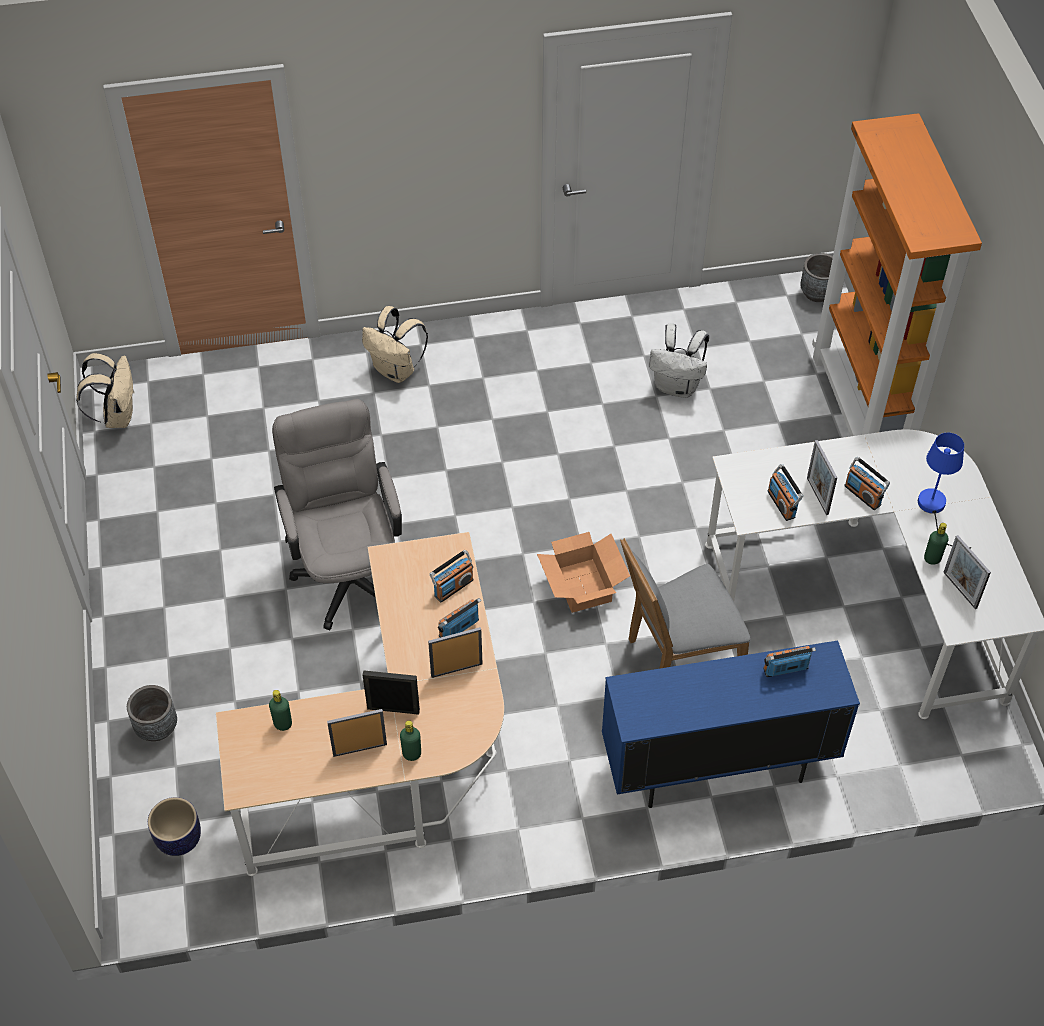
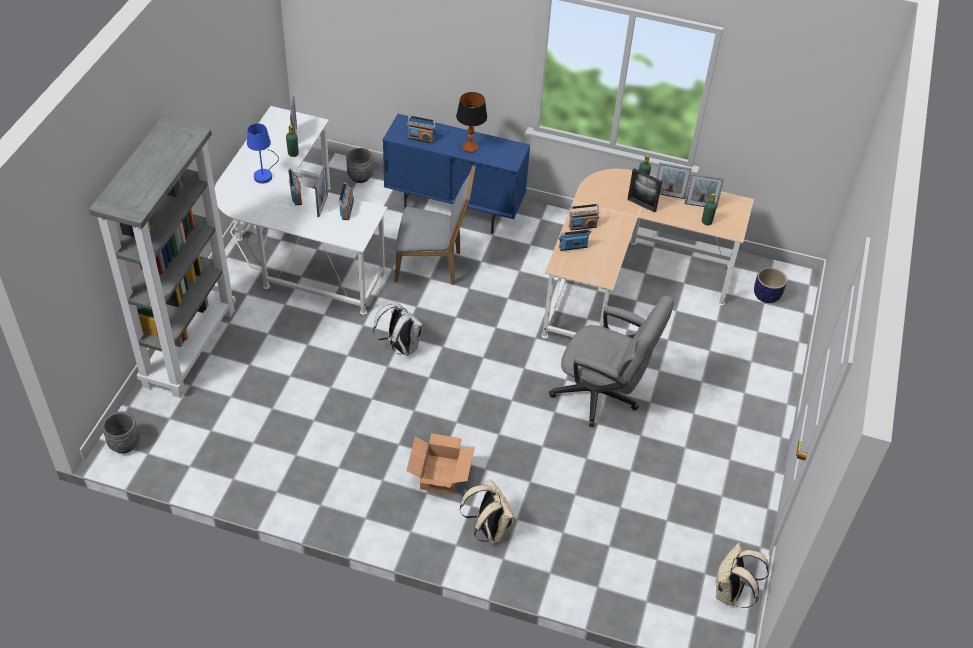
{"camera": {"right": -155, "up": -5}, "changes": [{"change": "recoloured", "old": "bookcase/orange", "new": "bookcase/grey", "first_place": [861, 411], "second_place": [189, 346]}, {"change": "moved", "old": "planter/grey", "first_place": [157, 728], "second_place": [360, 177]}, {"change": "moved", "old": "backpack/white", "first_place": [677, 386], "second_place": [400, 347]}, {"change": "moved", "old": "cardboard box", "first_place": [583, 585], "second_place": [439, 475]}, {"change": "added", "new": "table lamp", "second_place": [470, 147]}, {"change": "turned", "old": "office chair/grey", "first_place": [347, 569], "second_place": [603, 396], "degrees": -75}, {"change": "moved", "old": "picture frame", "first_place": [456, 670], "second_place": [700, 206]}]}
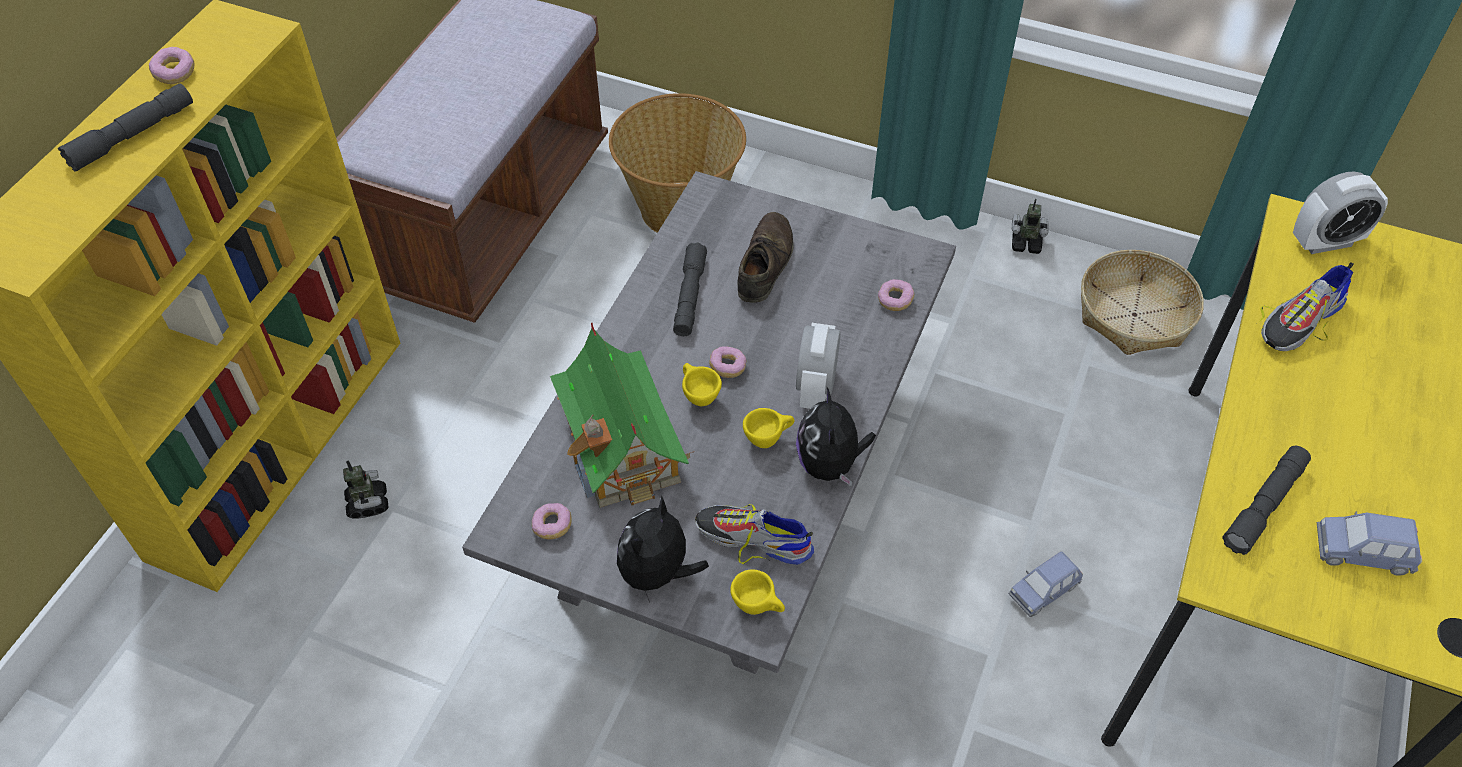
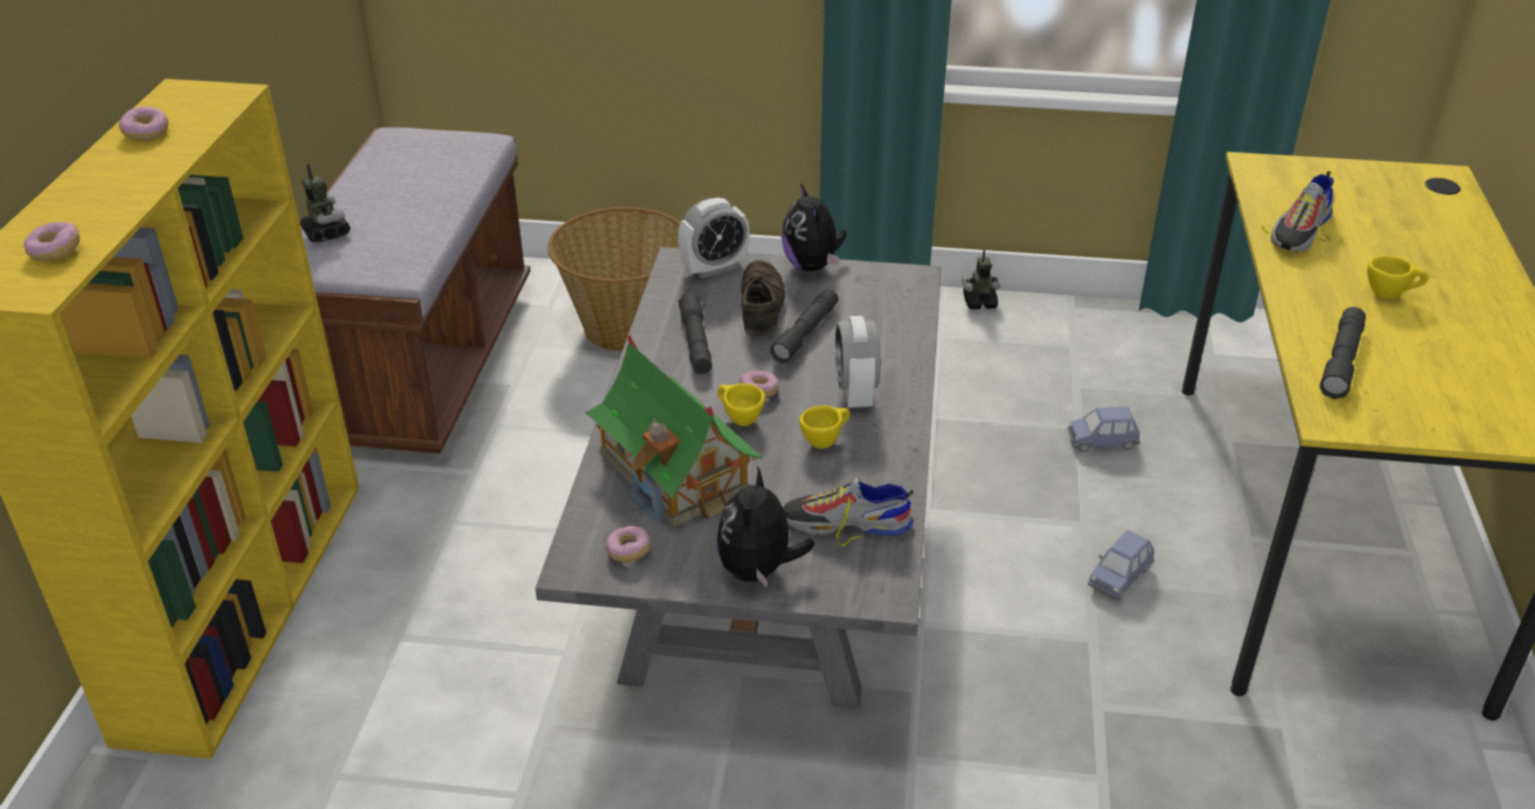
{"camera": {"right": -15, "up": -15}, "changes": [{"change": "moved", "old": "donut", "first_place": [895, 300], "second_place": [55, 252]}, {"change": "moved", "old": "toy robot", "first_place": [368, 504], "second_place": [326, 233]}, {"change": "moved", "old": "alarm clock", "first_place": [1325, 242], "second_place": [714, 268]}, {"change": "moved", "old": "flashlight/grey", "first_place": [132, 136], "second_place": [805, 333]}, {"change": "moved", "old": "plush toy", "first_place": [830, 465], "second_place": [812, 266]}, {"change": "moved", "old": "toy car/blue", "first_place": [1361, 553], "second_place": [1102, 442]}, {"change": "moved", "old": "cup/yellow", "first_place": [758, 606], "second_place": [1390, 295]}, {"change": "removed", "old": "basket", "first_place": [1135, 314]}]}
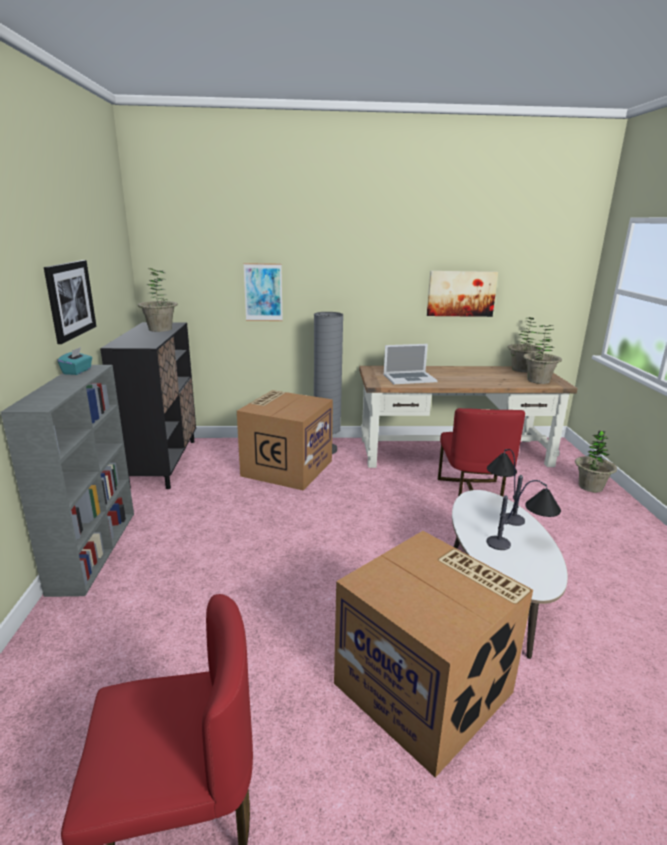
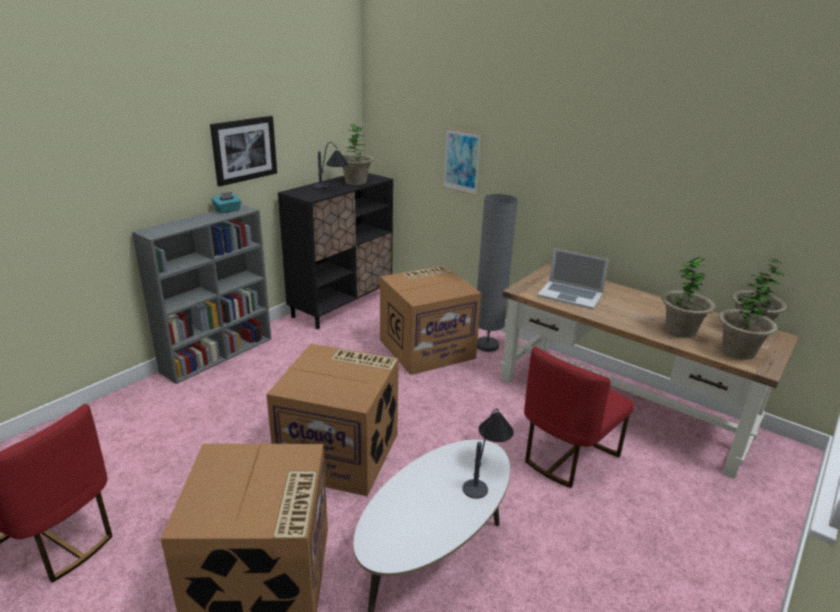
{"camera": {"right": 40, "up": 5}, "changes": [{"change": "added", "new": "cardboard box", "second_place": [341, 453]}, {"change": "moved", "old": "table lamp", "first_place": [522, 543], "second_place": [331, 189]}, {"change": "moved", "old": "potted plant", "first_place": [590, 487], "second_place": [680, 330]}, {"change": "removed", "old": "picture", "first_place": [461, 293]}]}
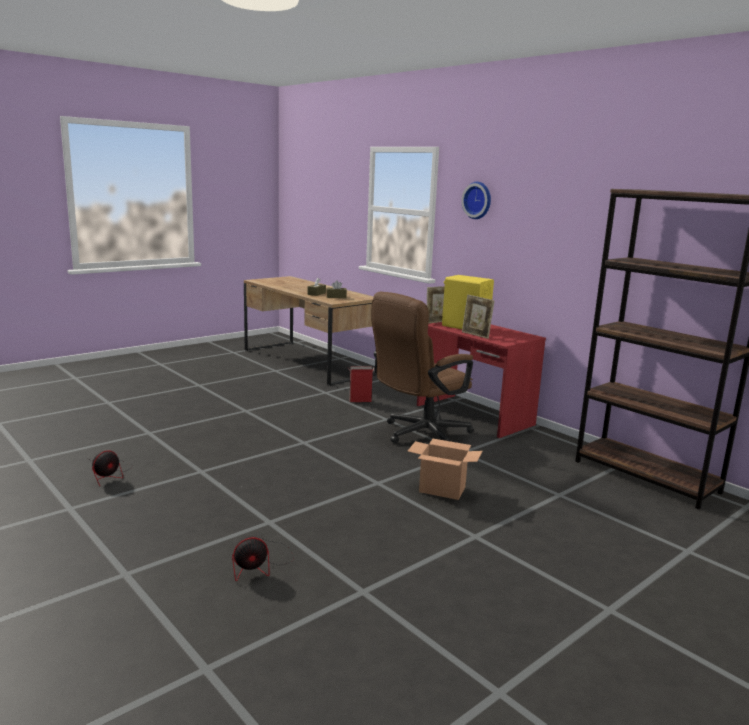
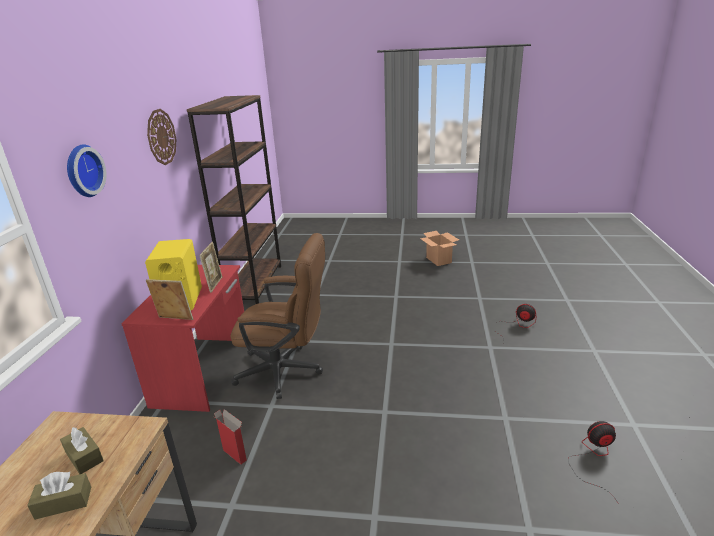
{"camera": {"right": -130, "up": 10}, "changes": [{"change": "added", "new": "wall clock", "second_place": [161, 137]}, {"change": "moved", "old": "cardboard box", "first_place": [441, 489], "second_place": [439, 260]}]}
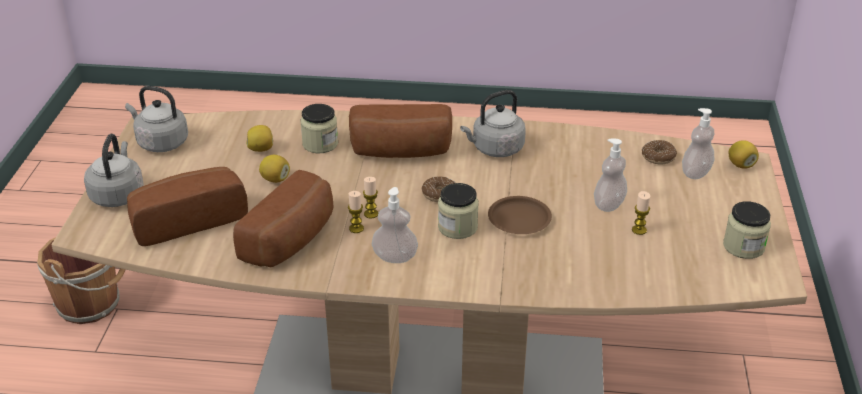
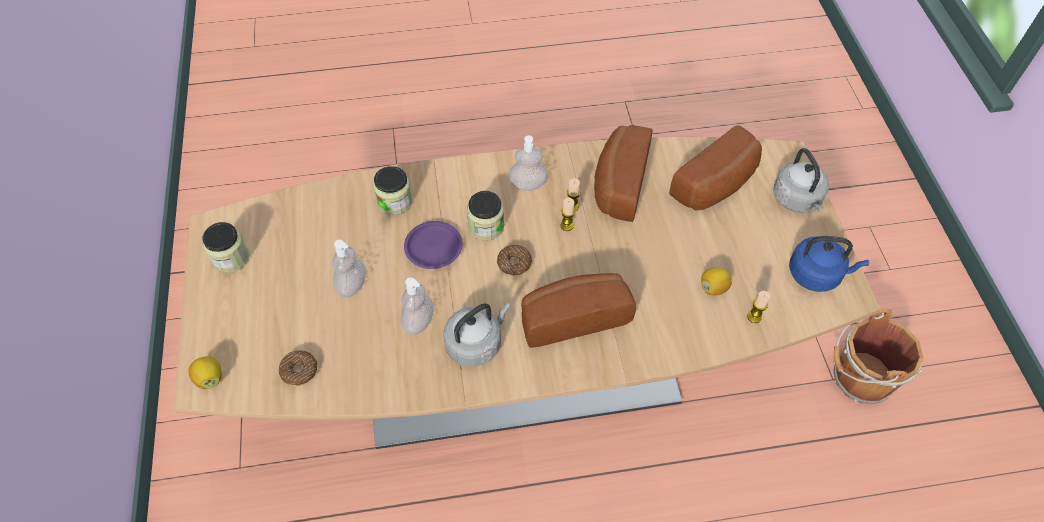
{"camera": {"right": 165, "up": 20}, "changes": [{"change": "moved", "old": "jar", "first_place": [320, 144], "second_place": [395, 202]}, {"change": "moved", "old": "soap dispenser", "first_place": [695, 173], "second_place": [418, 321]}, {"change": "recoloured", "old": "plate/brown", "new": "plate/purple", "first_place": [519, 219], "second_place": [434, 248]}, {"change": "moved", "old": "candle", "first_place": [639, 230], "second_place": [754, 317]}, {"change": "recoloured", "old": "kettle/grey", "new": "kettle/blue", "first_place": [160, 142], "second_place": [817, 274]}, {"change": "removed", "old": "lemon", "first_place": [275, 179]}]}
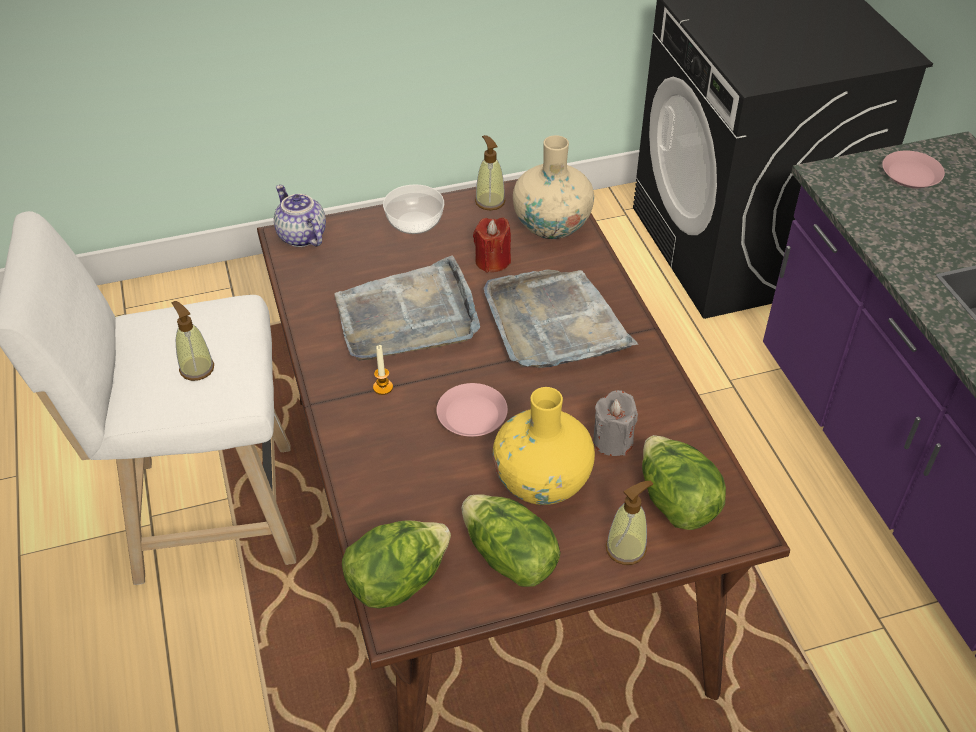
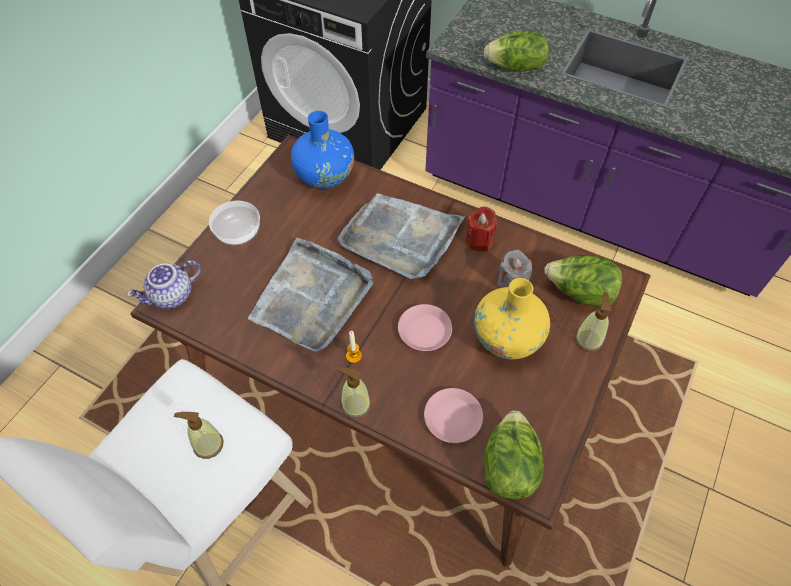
{"camera": {"right": -45, "up": 10}, "changes": [{"change": "turned", "old": "teapot", "first_place": [300, 236], "second_place": [172, 296], "degrees": -45}, {"change": "recoloured", "old": "vase/beige", "new": "vase/blue", "first_place": [552, 225], "second_place": [325, 176]}, {"change": "moved", "old": "soap dispenser", "first_place": [490, 201], "second_place": [355, 405]}, {"change": "moved", "old": "plate/pink", "first_place": [911, 175], "second_place": [453, 418]}, {"change": "moved", "old": "candle/red", "first_place": [492, 261], "second_place": [479, 240]}, {"change": "moved", "old": "lettuce", "first_place": [508, 558], "second_place": [516, 67]}]}
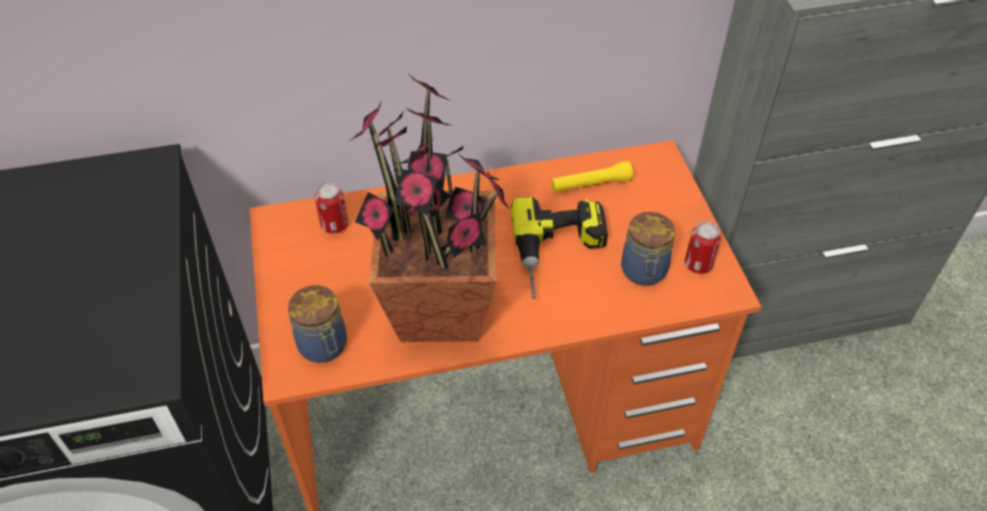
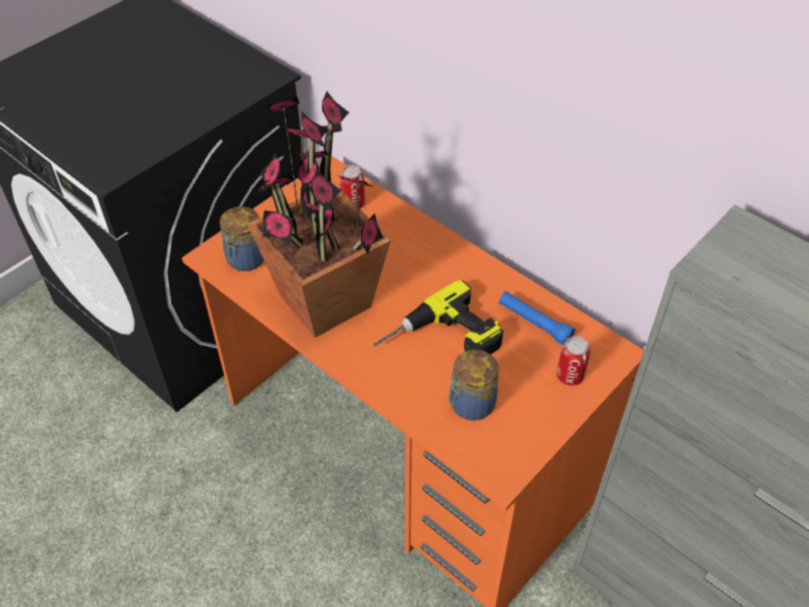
{"camera": {"right": 55, "up": 0}, "changes": [{"change": "recoloured", "old": "flashlight/yellow", "new": "flashlight/blue", "first_place": [590, 184], "second_place": [534, 323]}, {"change": "moved", "old": "can", "first_place": [698, 264], "second_place": [570, 376]}]}
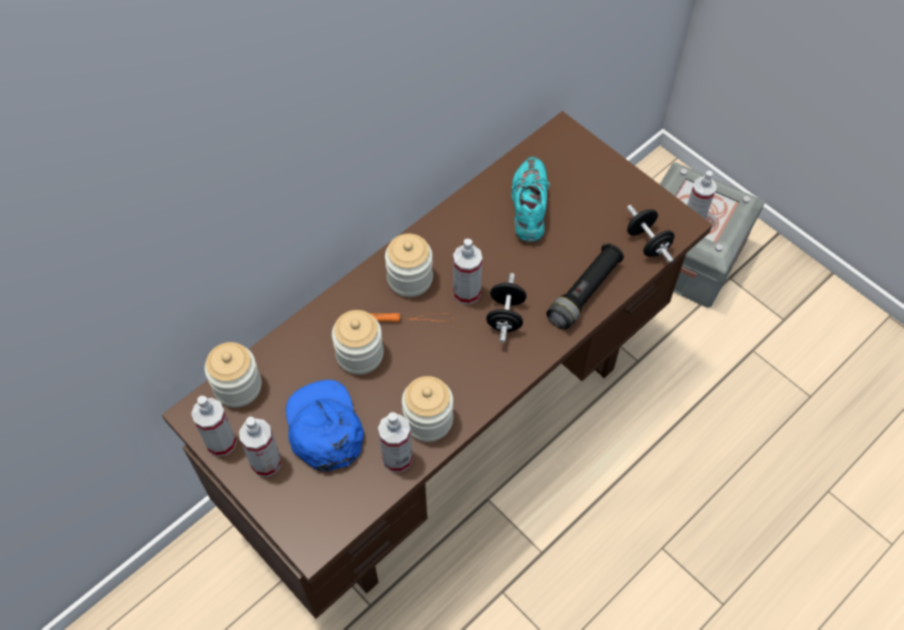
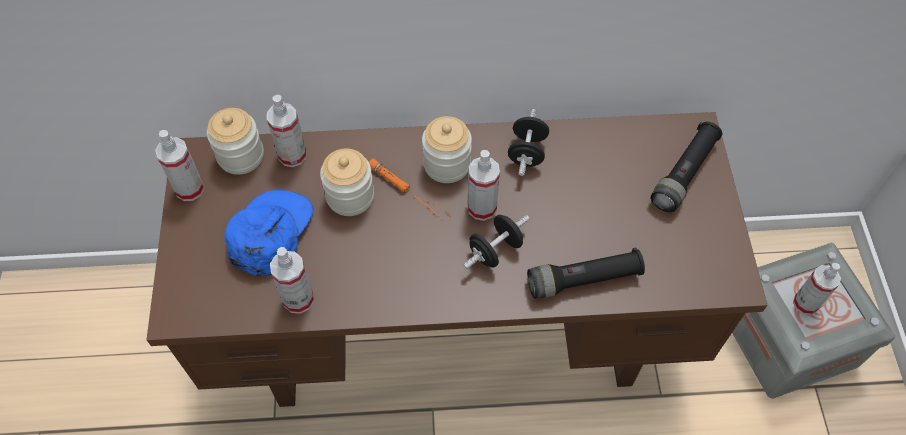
{"camera": {"right": 40, "up": 0}, "changes": [{"change": "moved", "old": "spray bottle", "first_place": [266, 462], "second_place": [292, 155]}, {"change": "moved", "old": "dumbbell/black", "first_place": [647, 243], "second_place": [527, 152]}, {"change": "added", "new": "flashlight/black", "second_place": [684, 173]}, {"change": "removed", "old": "jar", "first_place": [428, 420]}, {"change": "removed", "old": "shoe/turquoise", "first_place": [529, 206]}]}
